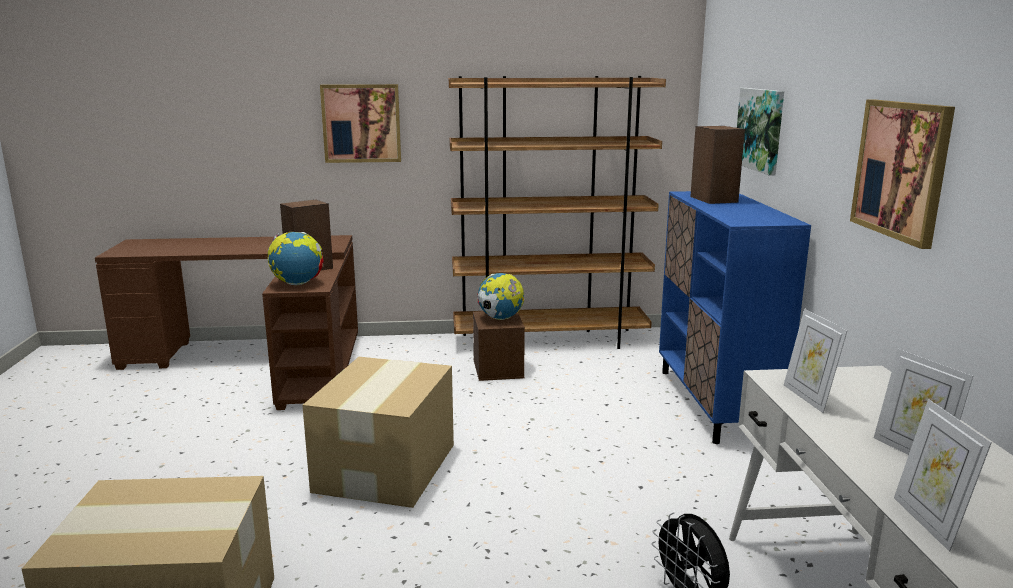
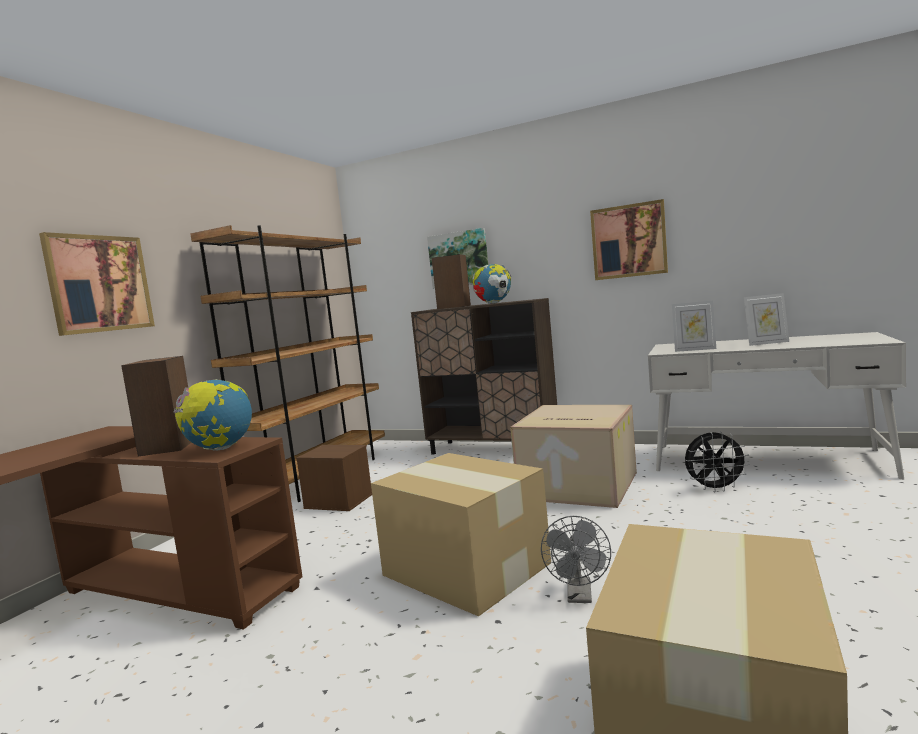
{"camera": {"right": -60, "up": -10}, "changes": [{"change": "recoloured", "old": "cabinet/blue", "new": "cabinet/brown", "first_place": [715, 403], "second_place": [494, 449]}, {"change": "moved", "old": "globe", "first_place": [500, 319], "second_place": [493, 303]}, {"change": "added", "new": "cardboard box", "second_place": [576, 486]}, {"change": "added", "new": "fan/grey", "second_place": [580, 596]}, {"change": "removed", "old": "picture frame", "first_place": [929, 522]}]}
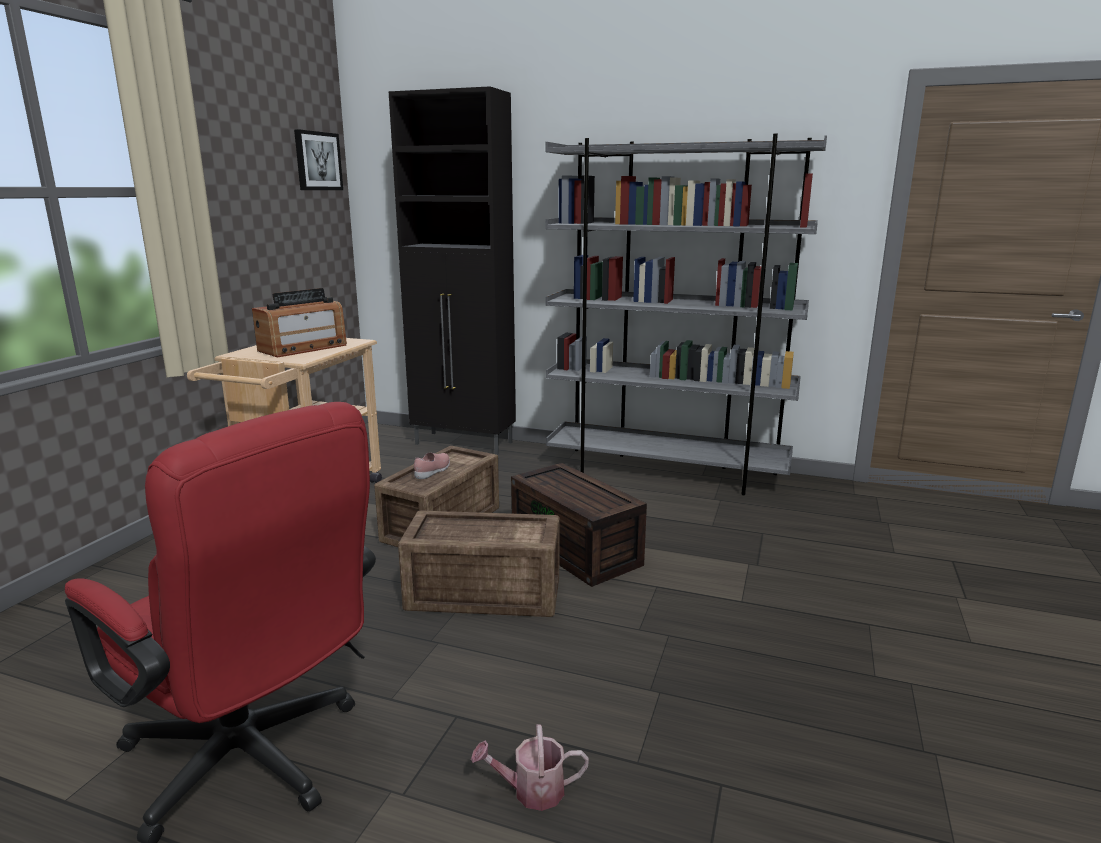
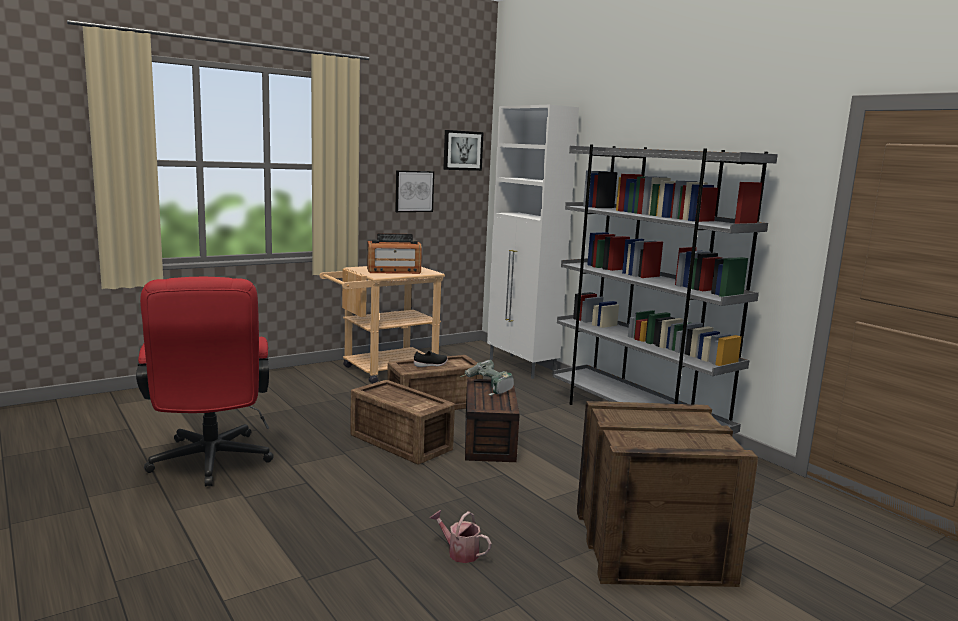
{"camera": {"right": 35, "up": -5}, "changes": [{"change": "added", "new": "picture", "second_place": [414, 191]}, {"change": "recoloured", "old": "shoe/pink", "new": "shoe/black", "first_place": [433, 472], "second_place": [430, 365]}, {"change": "moved", "old": "watering can", "first_place": [531, 791], "second_place": [459, 552]}, {"change": "added", "new": "power drill", "second_place": [487, 387]}, {"change": "recoloured", "old": "cabinet/black", "new": "cabinet/white", "first_place": [464, 443], "second_place": [521, 367]}, {"change": "added", "new": "crate", "second_place": [652, 547]}]}
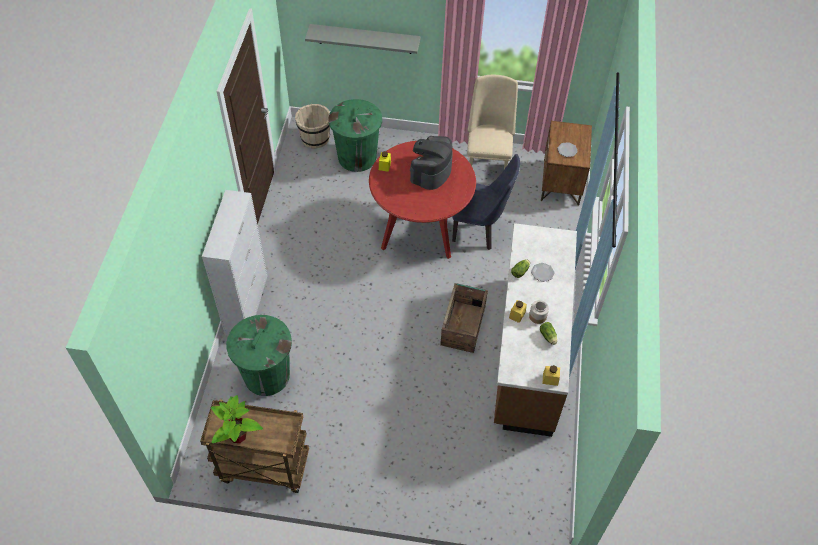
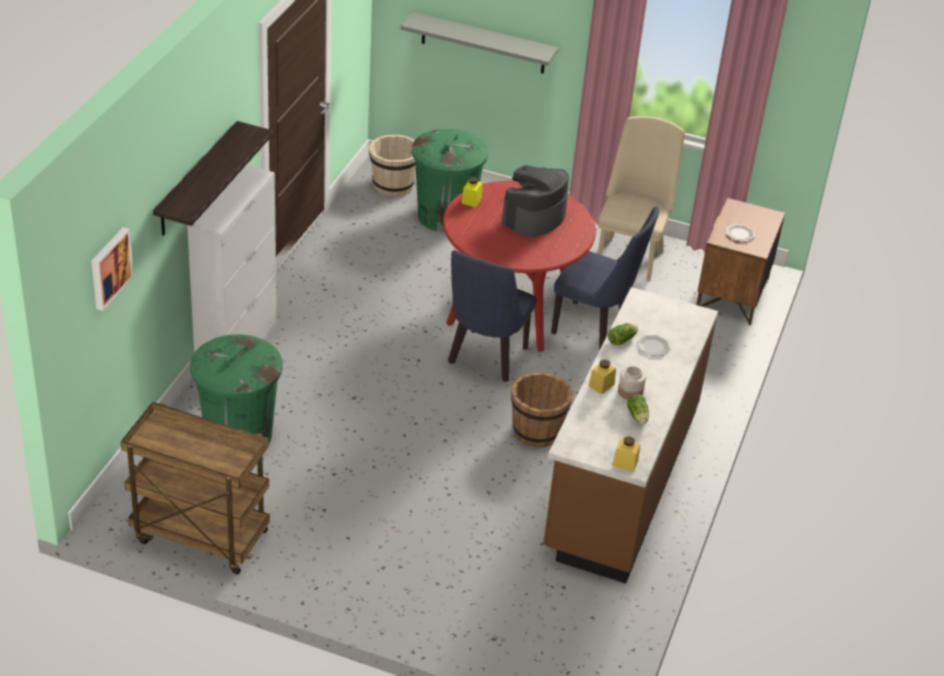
{"camera": {"right": 10, "up": -15}, "changes": [{"change": "added", "new": "picture", "second_place": [109, 267]}, {"change": "added", "new": "shelf", "second_place": [197, 179]}, {"change": "added", "new": "chair/blue", "second_place": [485, 360]}, {"change": "replaced", "old": "crate", "new": "bucket/brown", "first_place": [463, 325], "second_place": [537, 431]}, {"change": "removed", "old": "potted plant", "first_place": [238, 436]}]}
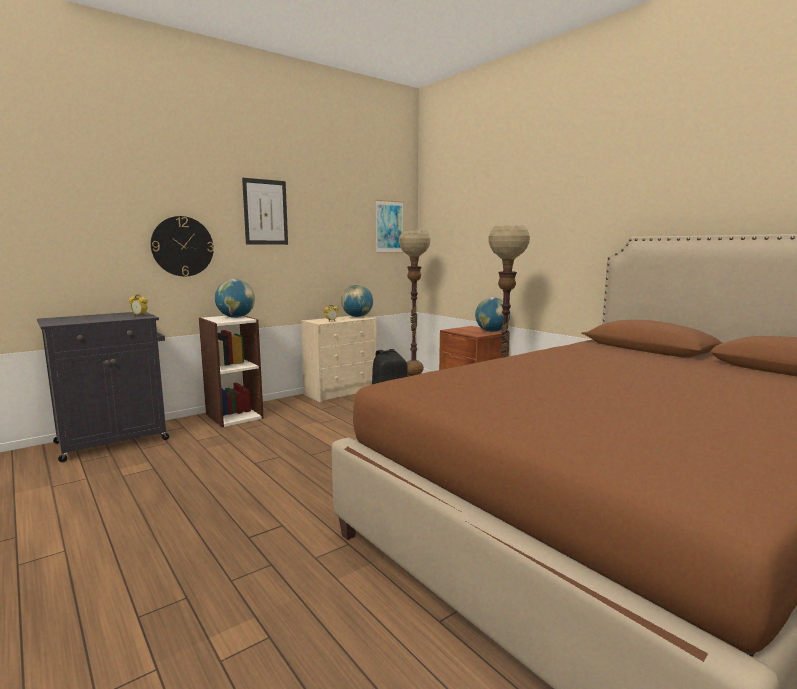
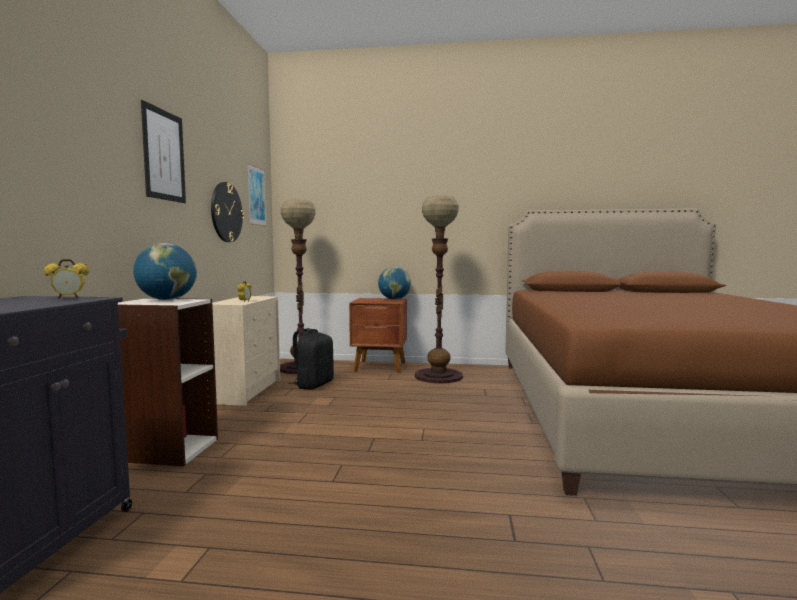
{"camera": {"right": -45, "up": -5}, "changes": [{"change": "moved", "old": "wall clock", "first_place": [182, 246], "second_place": [226, 212]}, {"change": "removed", "old": "globe", "first_place": [357, 316]}]}
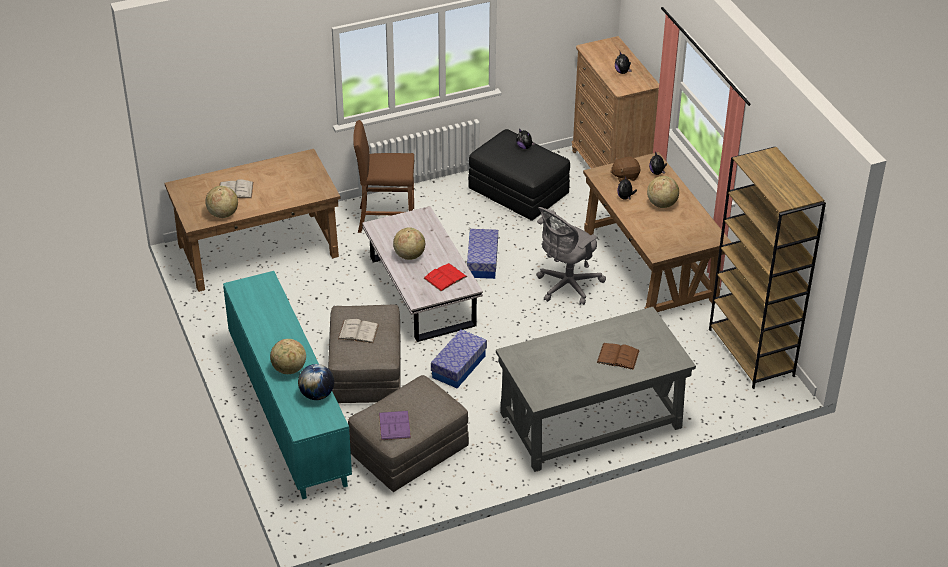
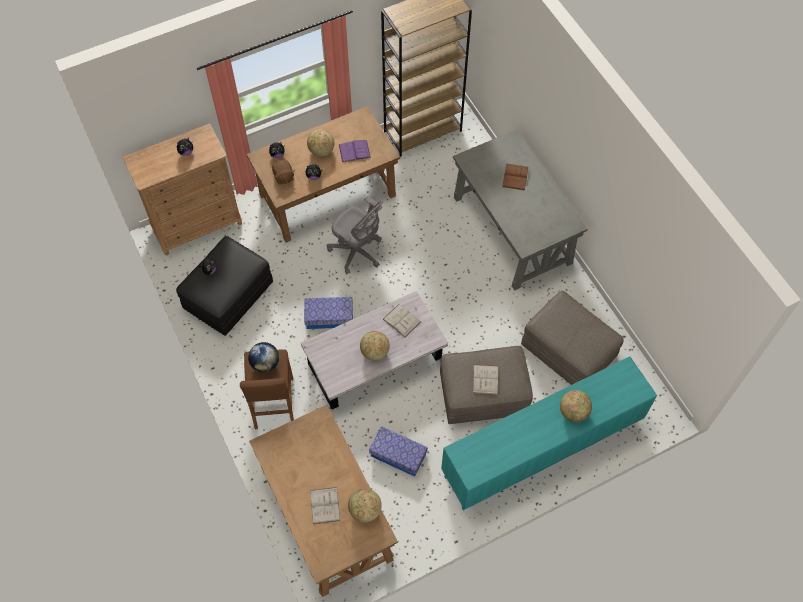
{"camera": {"right": -95, "up": 20}, "changes": [{"change": "moved", "old": "globe", "first_place": [317, 395], "second_place": [265, 364]}, {"change": "moved", "old": "book/purple", "first_place": [394, 425], "second_place": [354, 151]}, {"change": "moved", "old": "storage box", "first_place": [459, 366], "second_place": [398, 455]}, {"change": "recoloured", "old": "book/red", "new": "book/white", "first_place": [445, 277], "second_place": [401, 320]}]}
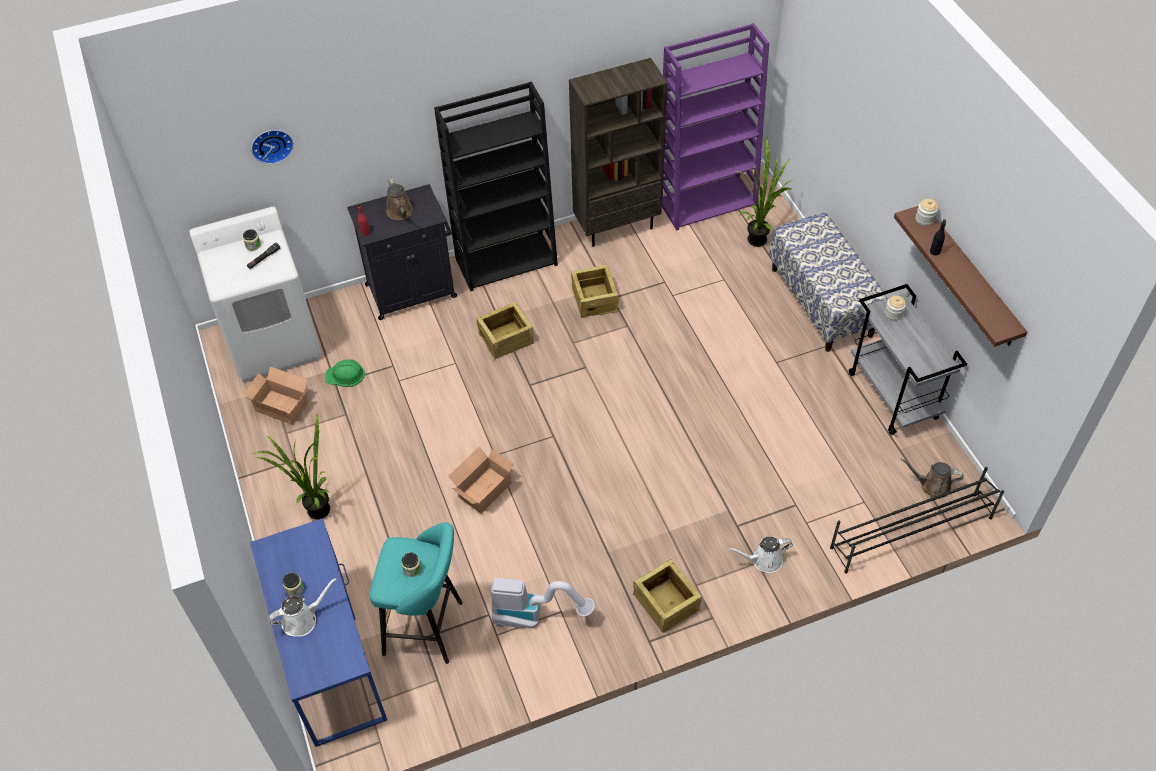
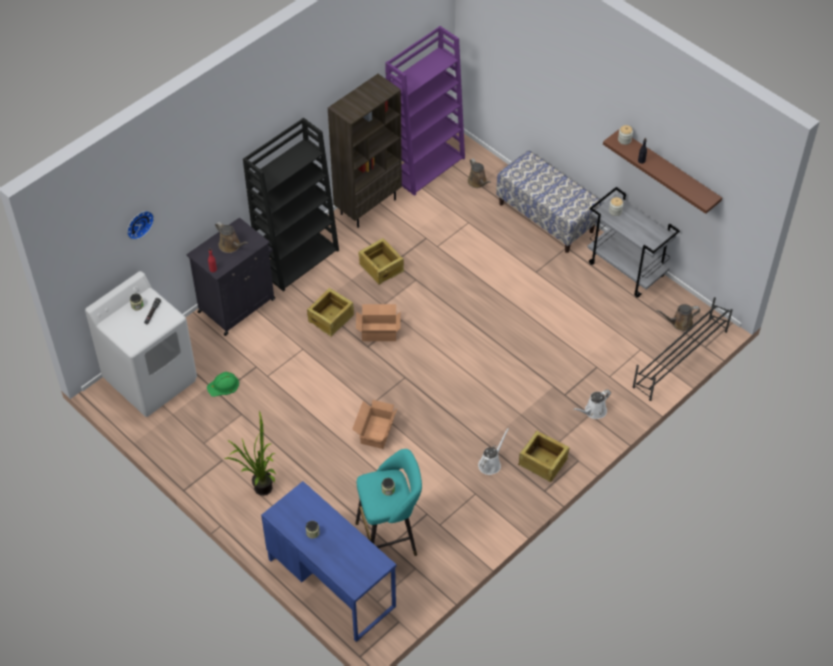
{"camera": {"right": -25, "up": 0}, "changes": [{"change": "moved", "old": "cardboard box", "first_place": [281, 405], "second_place": [378, 331]}, {"change": "replaced", "old": "potted plant", "new": "watering can/brown", "first_place": [759, 237], "second_place": [478, 182]}, {"change": "moved", "old": "watering can/white", "first_place": [302, 619], "second_place": [491, 463]}, {"change": "removed", "old": "vacuum cleaner", "first_place": [535, 616]}]}
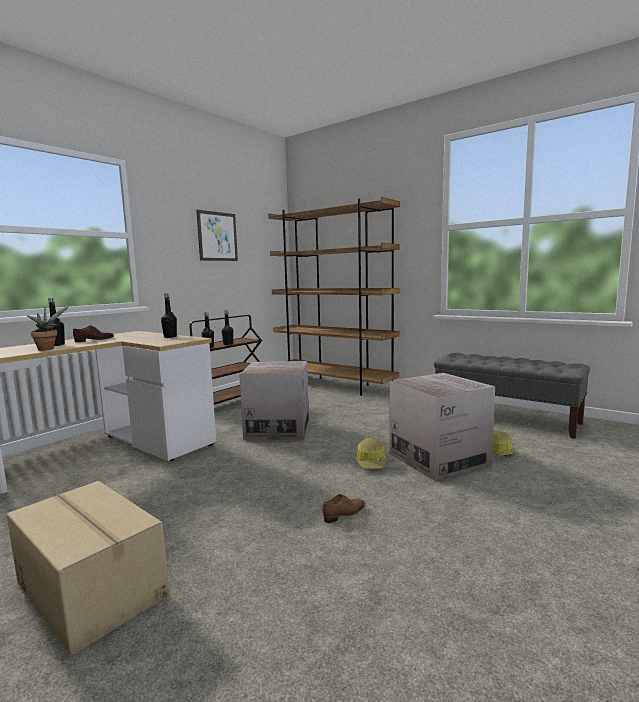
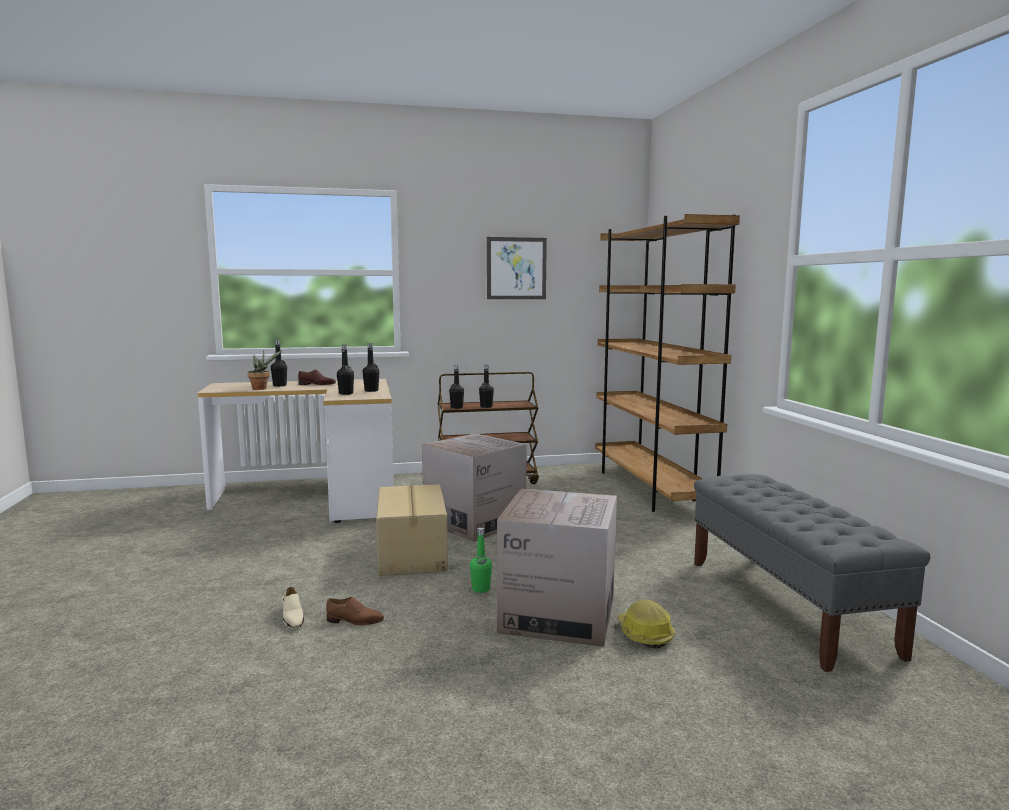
{"camera": {"right": 40, "up": 0}, "changes": [{"change": "added", "new": "shoe/beige", "second_place": [292, 618]}, {"change": "added", "new": "bottle/black", "second_place": [346, 393]}, {"change": "moved", "old": "cardboard box", "first_place": [93, 588], "second_place": [413, 553]}, {"change": "replaced", "old": "hard hat", "new": "bottle/green", "first_place": [371, 463], "second_place": [481, 589]}]}
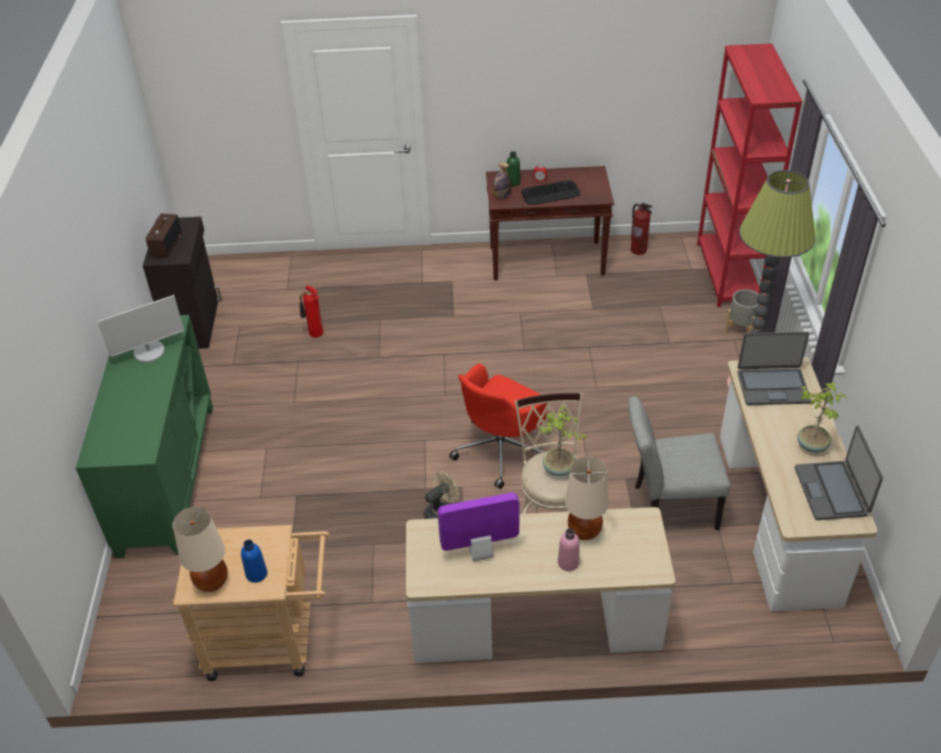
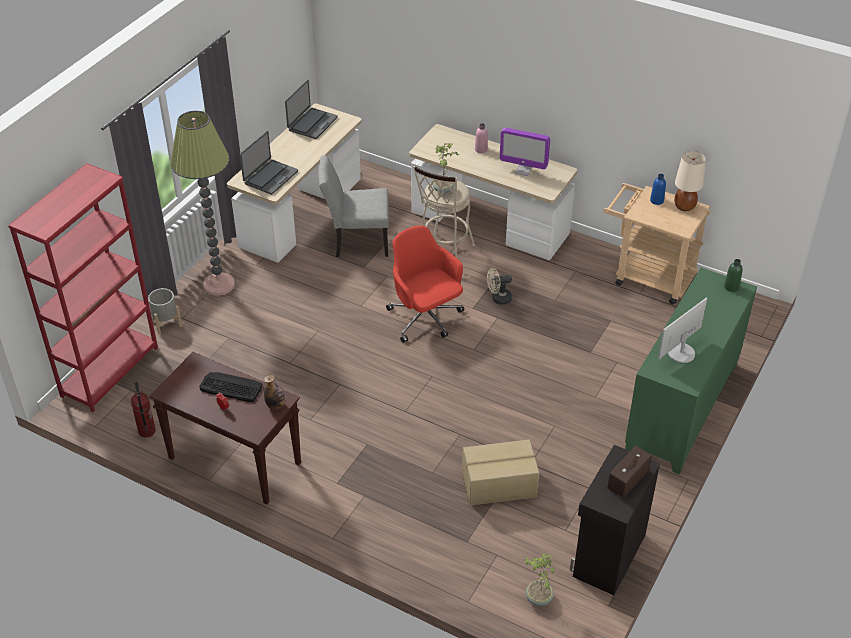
{"camera": {"right": -150, "up": 0}, "changes": [{"change": "turned", "old": "laptop", "first_place": [772, 386], "second_place": [270, 177], "degrees": 90}, {"change": "turned", "old": "chair/grey", "first_place": [668, 507], "second_place": [356, 242], "degrees": 150}, {"change": "turned", "old": "office chair/red", "first_place": [502, 450], "second_place": [425, 319], "degrees": -105}, {"change": "replaced", "old": "fire extinguisher", "new": "cardboard box", "first_place": [315, 334], "second_place": [499, 485]}, {"change": "moved", "old": "potted plant", "first_place": [812, 445], "second_place": [538, 598]}, {"change": "turned", "old": "monitor", "first_place": [149, 351], "second_place": [680, 353], "degrees": -45}, {"change": "moved", "old": "bottle/green", "first_place": [513, 182], "second_place": [731, 287]}, {"change": "removed", "old": "table lamp/beige", "first_place": [584, 531]}]}
